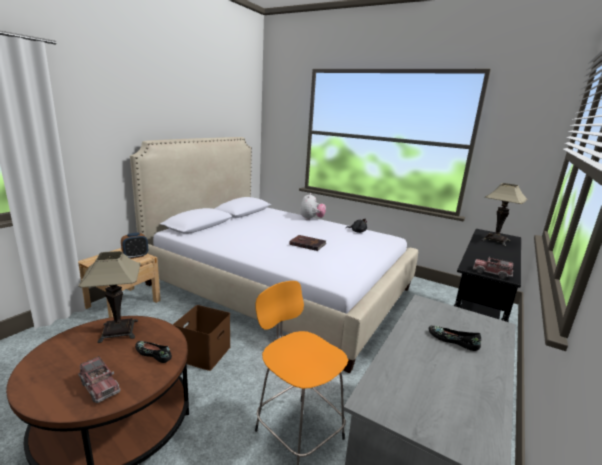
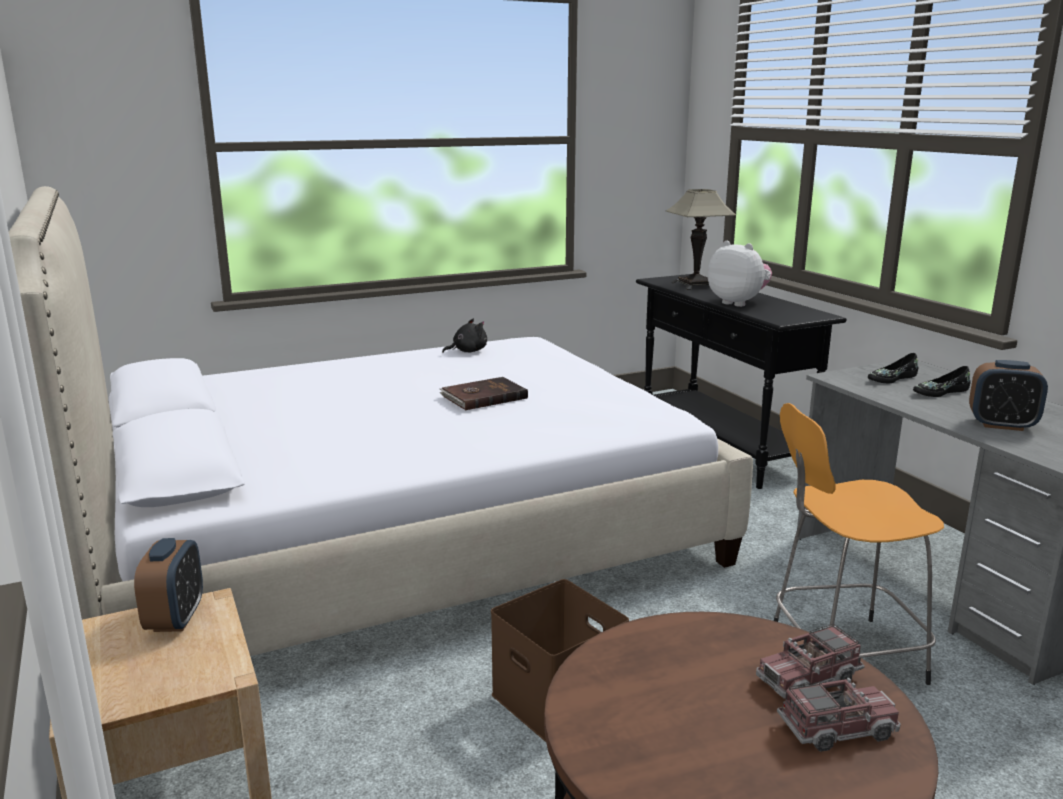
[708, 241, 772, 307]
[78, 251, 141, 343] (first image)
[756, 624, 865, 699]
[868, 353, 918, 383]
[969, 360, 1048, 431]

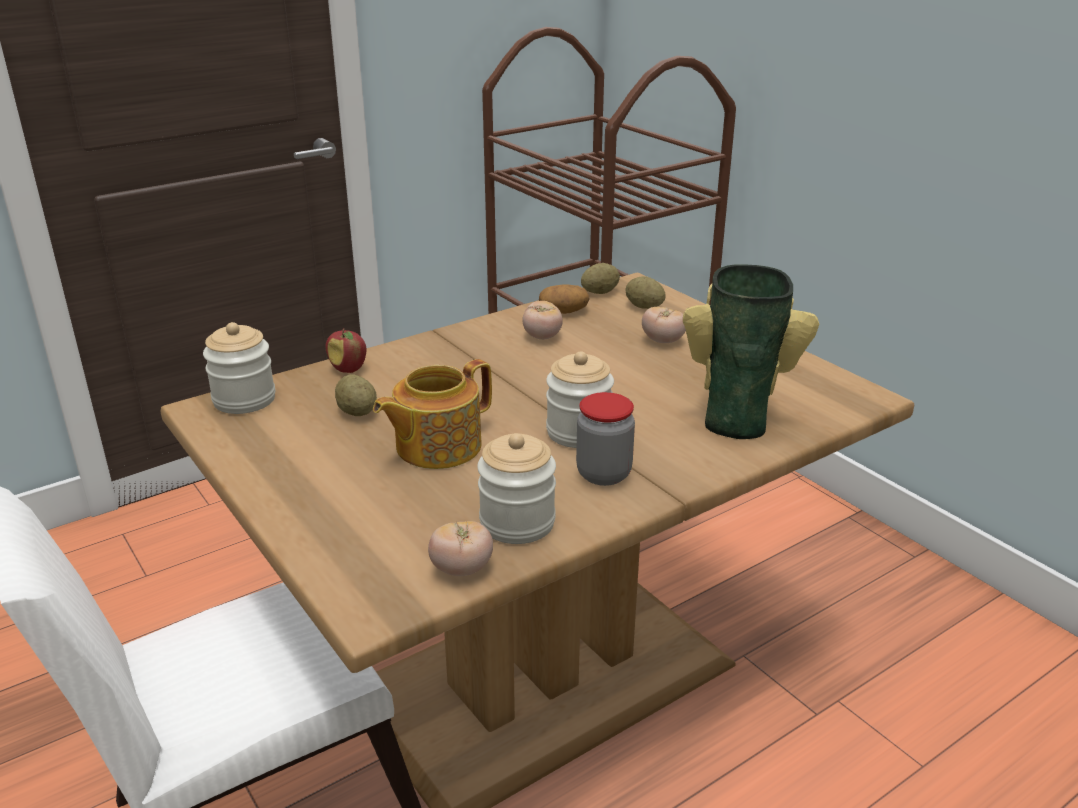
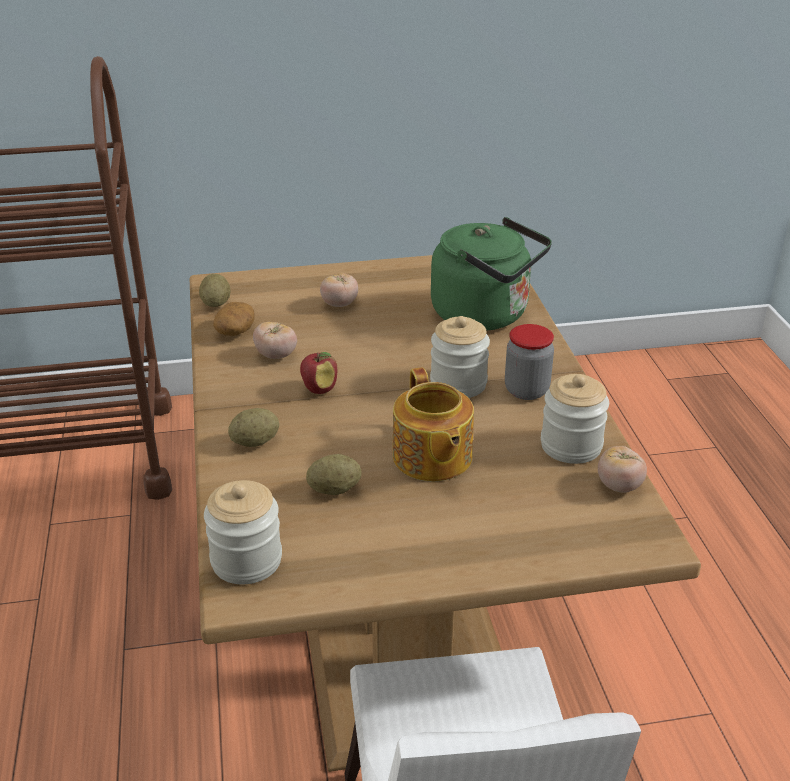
[431, 217, 552, 331]
[228, 408, 279, 447]
[300, 352, 337, 394]

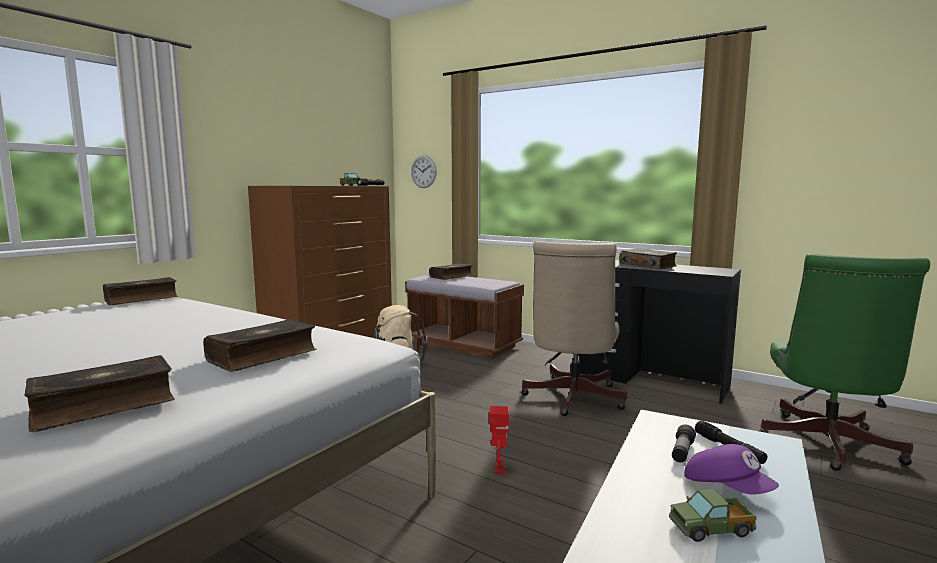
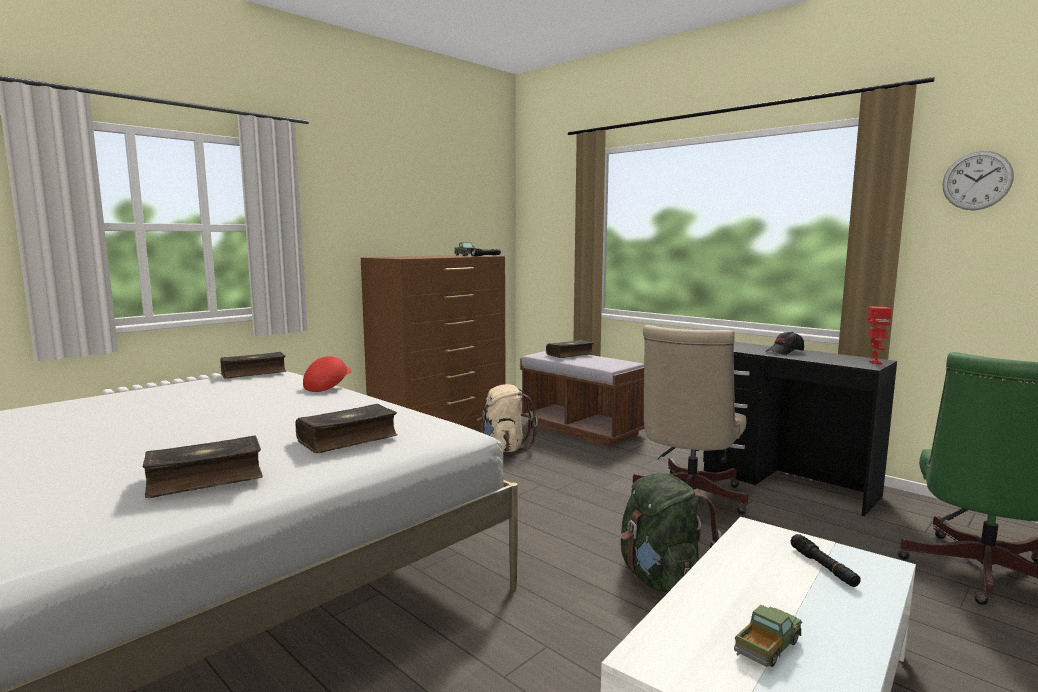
[942, 151, 1014, 210]
[766, 332, 804, 355]
[867, 306, 892, 365]
[672, 425, 696, 462] (first image)
[684, 444, 779, 495] (first image)
[734, 605, 802, 667]
[303, 355, 351, 392]
[620, 473, 721, 593]

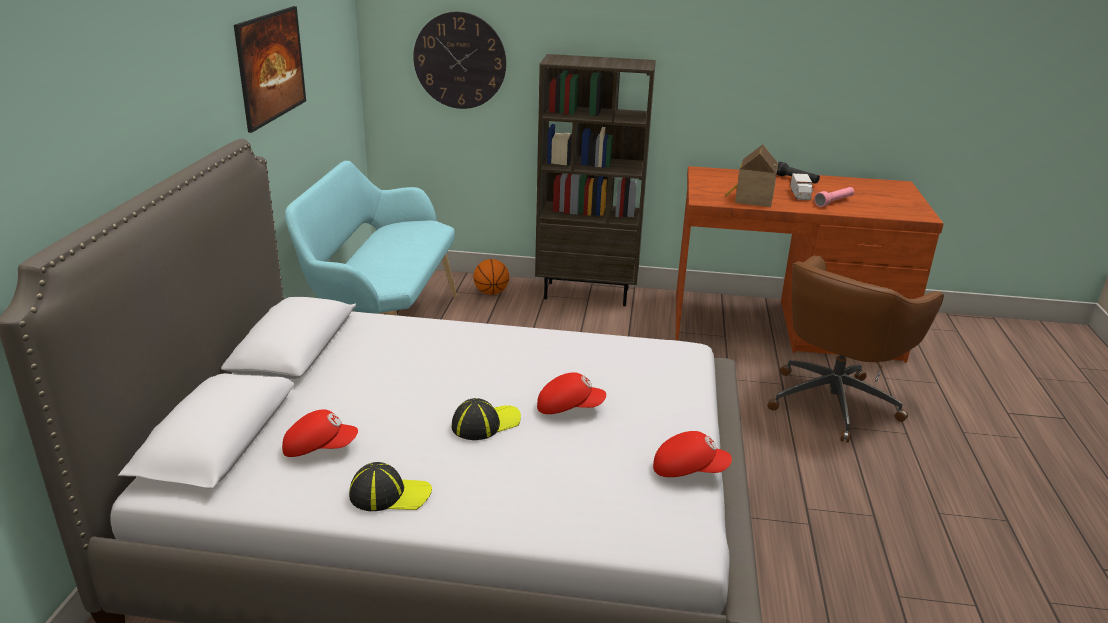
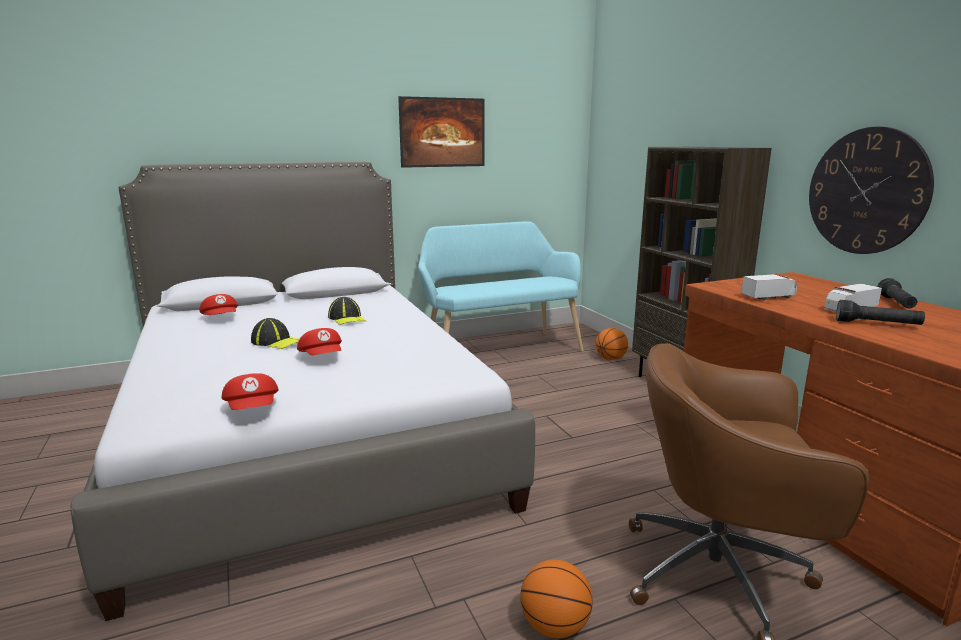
[809, 127, 934, 254]
[741, 274, 797, 300]
[836, 300, 925, 325]
[328, 297, 366, 325]
[520, 559, 593, 639]

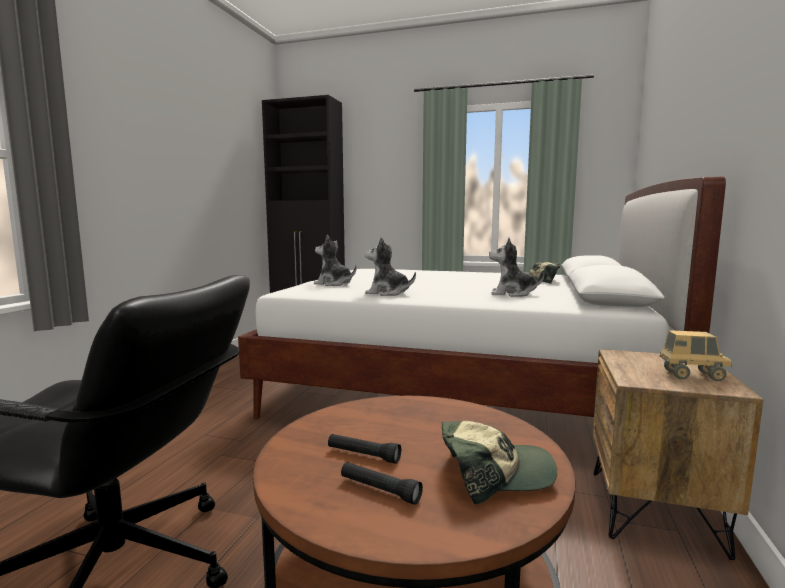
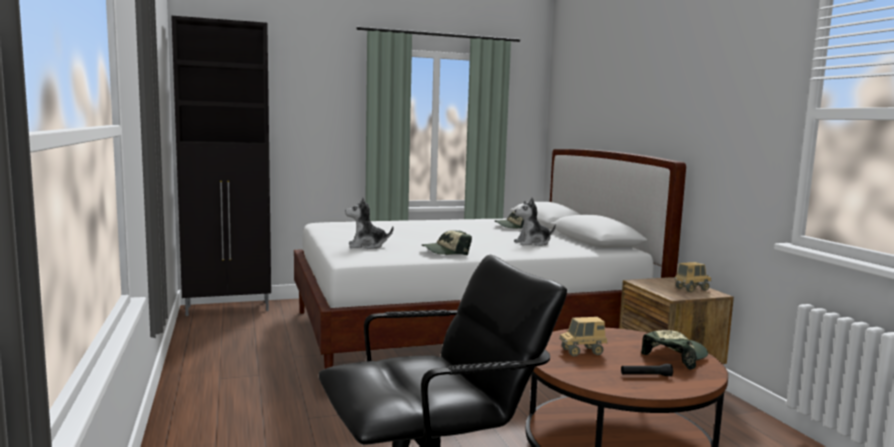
[421, 230, 472, 255]
[328, 434, 401, 464] (first image)
[559, 317, 608, 357]

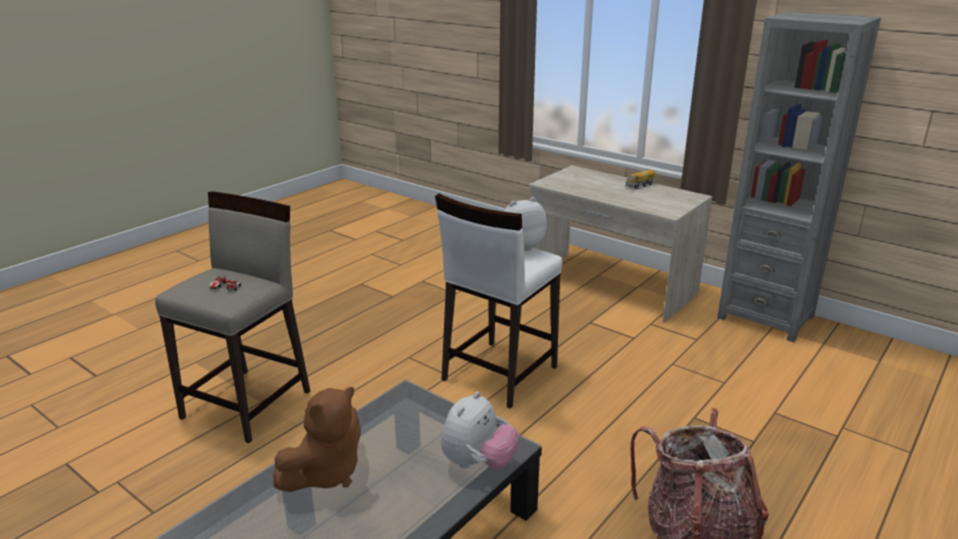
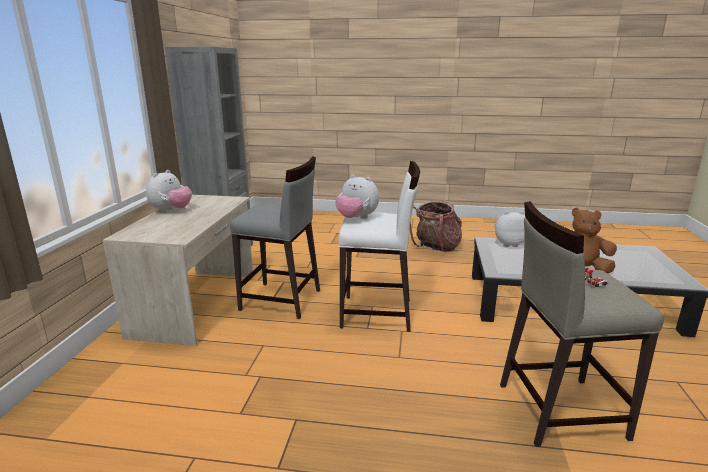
[146, 170, 192, 213]
[230, 156, 320, 319]

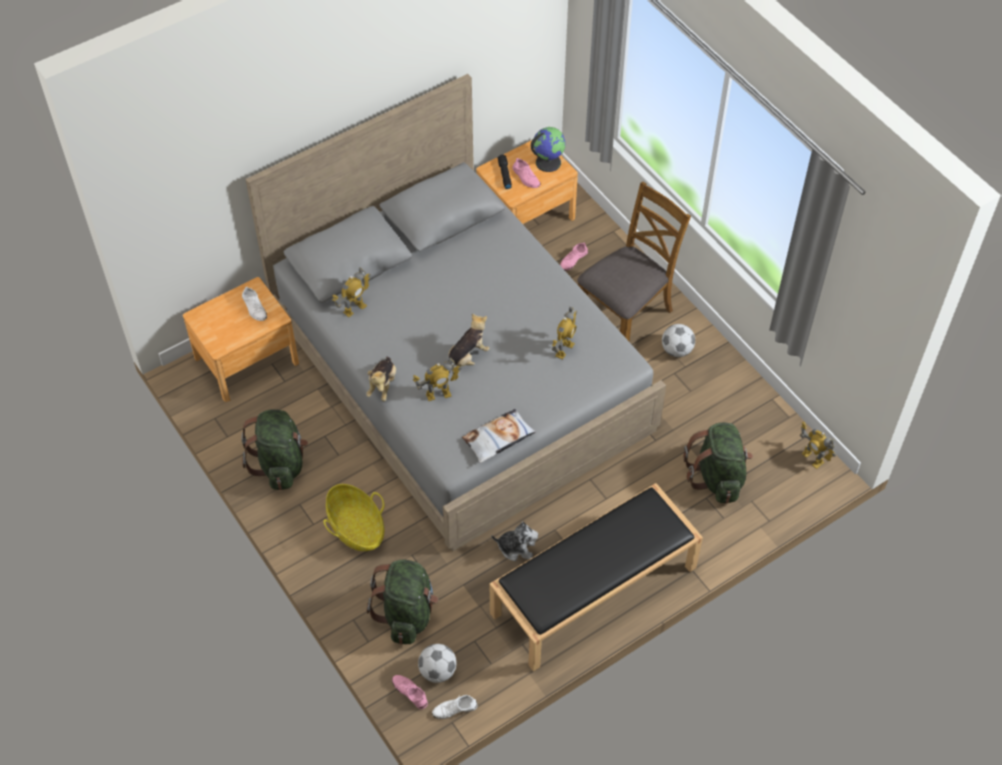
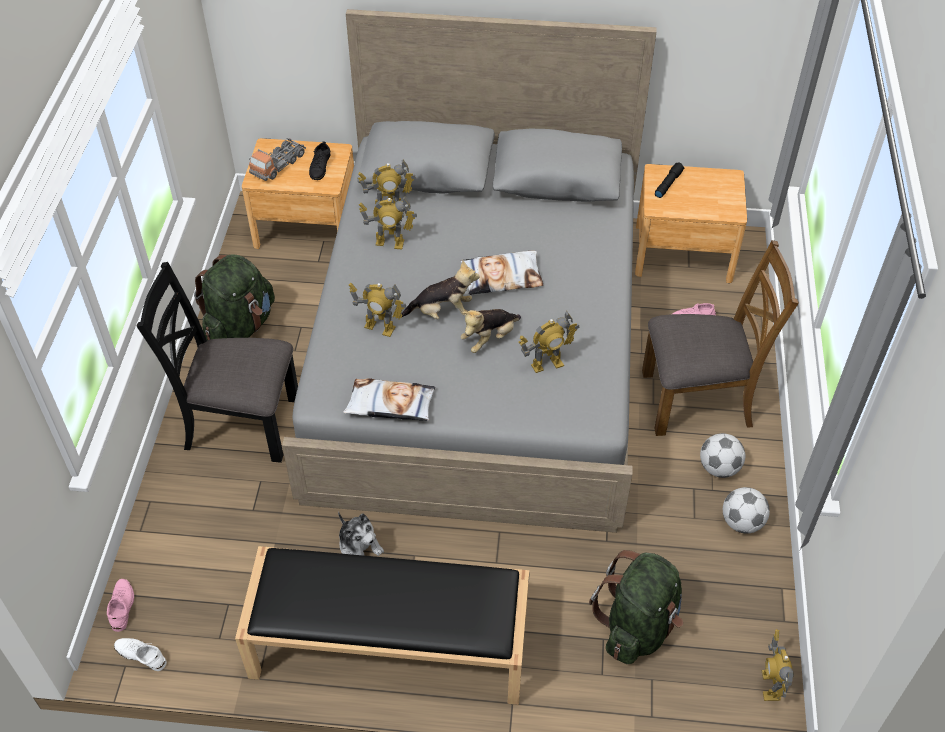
[531, 127, 566, 172] (first image)
[512, 158, 540, 188] (first image)
[309, 141, 330, 180]
[461, 309, 521, 353]
[136, 262, 298, 463]
[367, 559, 438, 644] (first image)
[723, 487, 770, 534]
[249, 138, 306, 181]
[359, 196, 417, 250]
[460, 251, 544, 295]

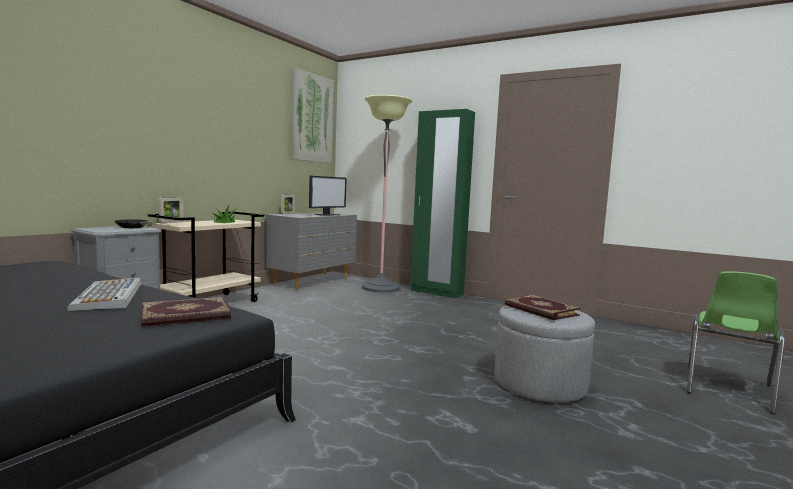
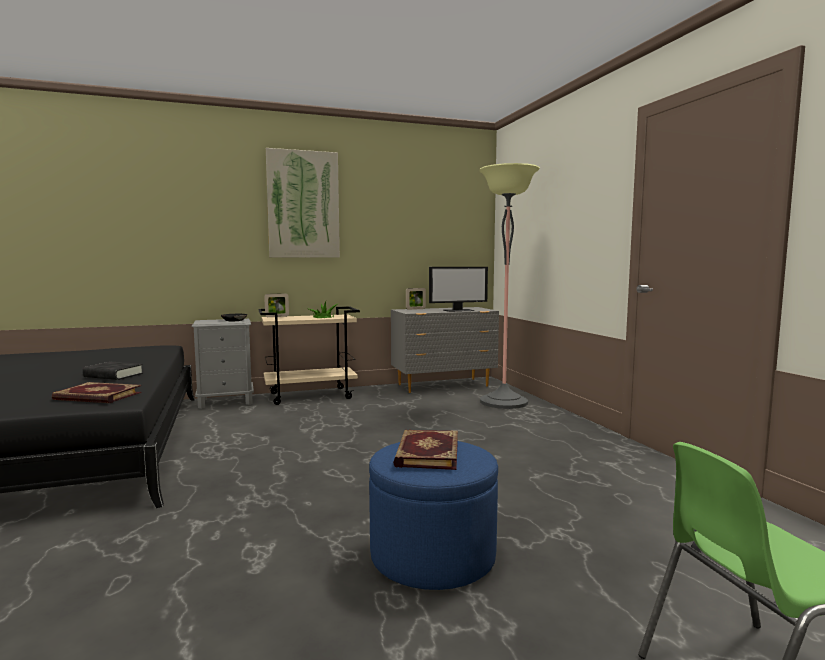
[266, 148, 340, 258]
[411, 109, 475, 298] (first image)
[83, 362, 143, 380]
[369, 441, 498, 590]

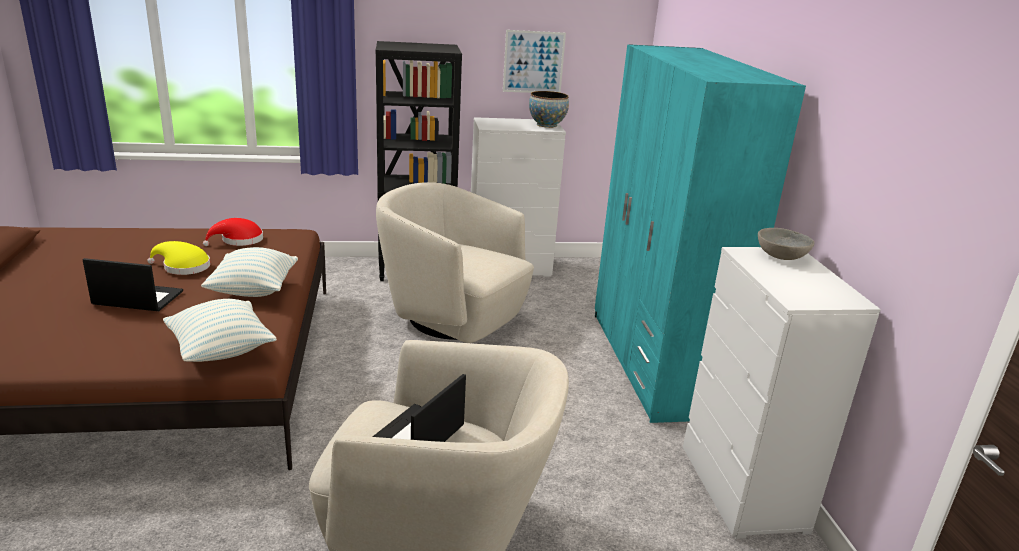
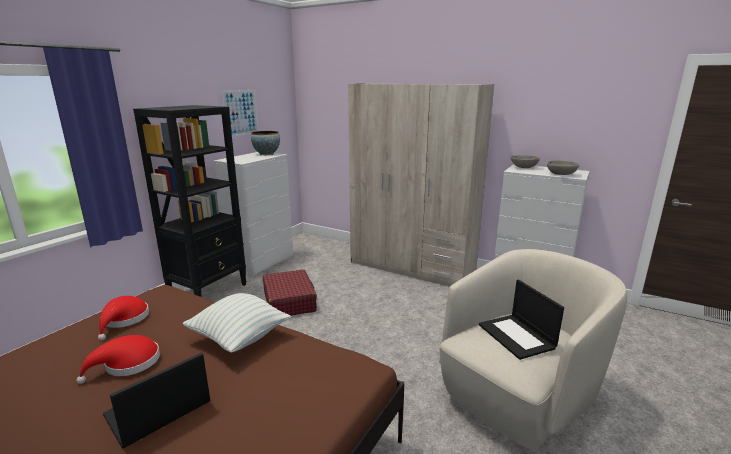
[348, 84, 494, 287]
[263, 269, 317, 316]
[76, 335, 160, 384]
[163, 299, 277, 362] (first image)
[547, 160, 579, 175]

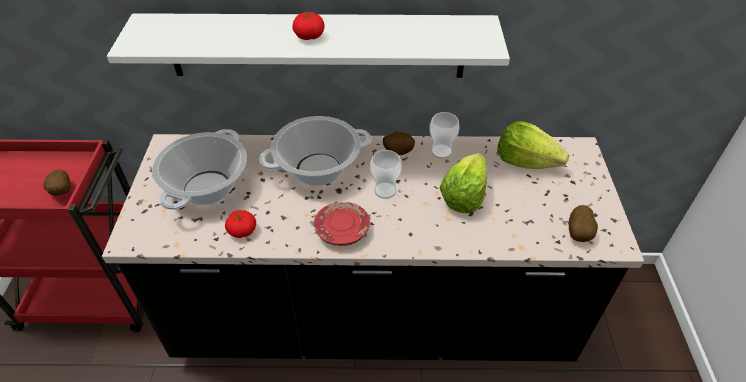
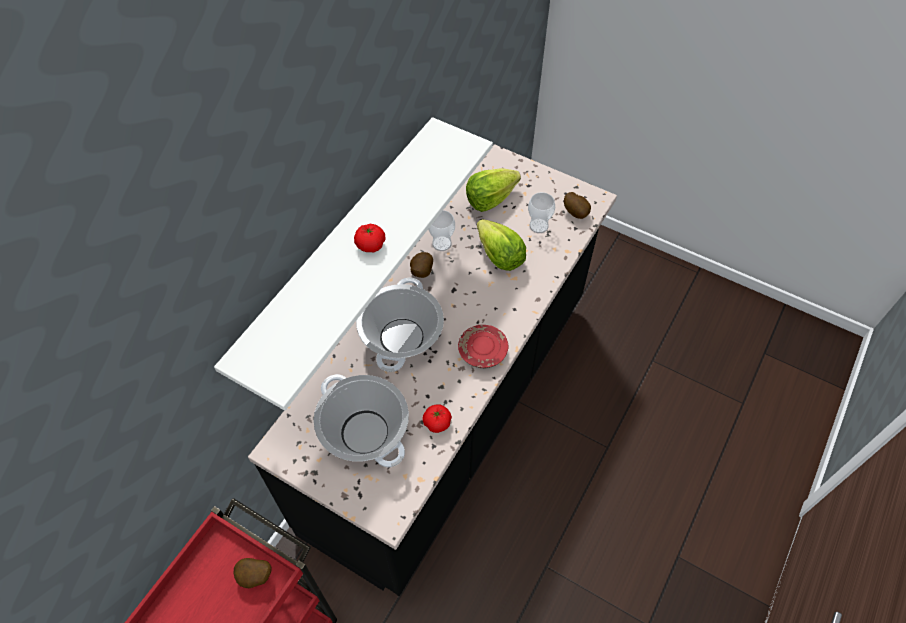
[528, 192, 555, 233]

